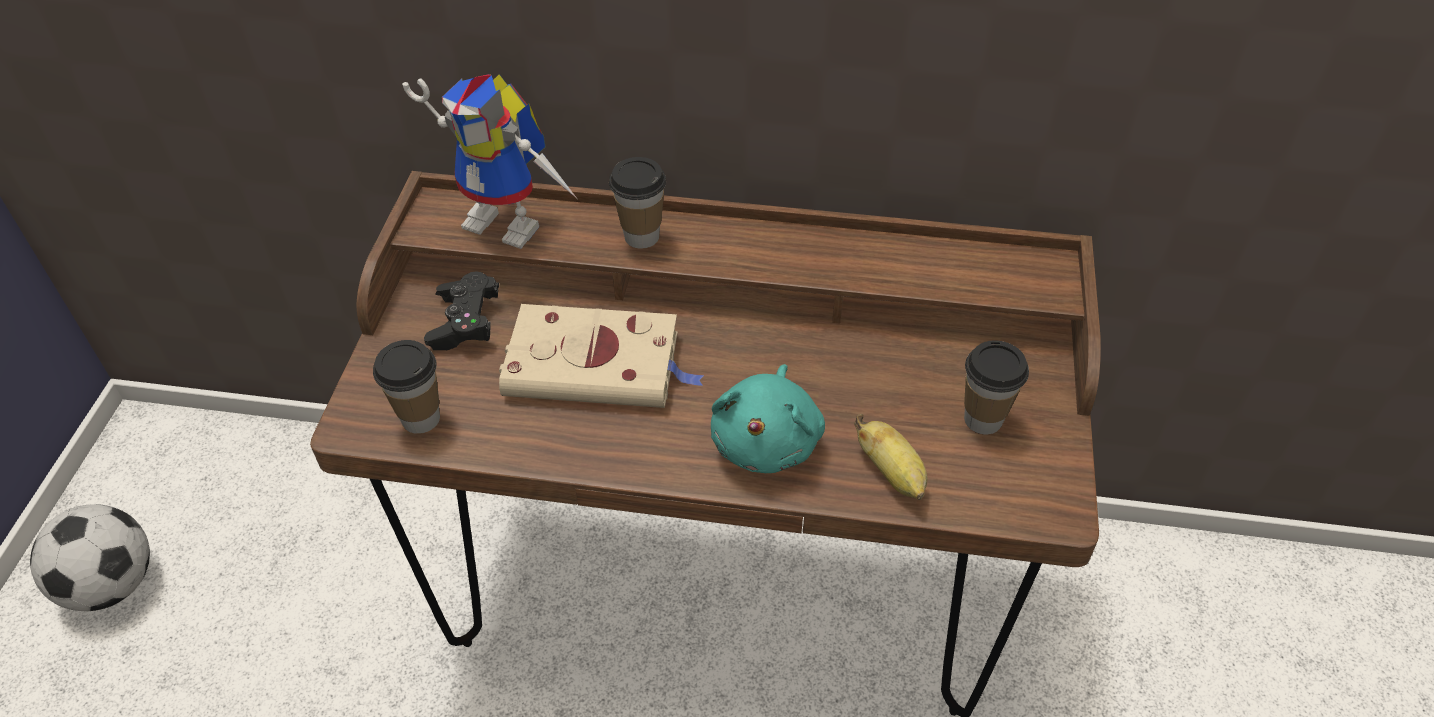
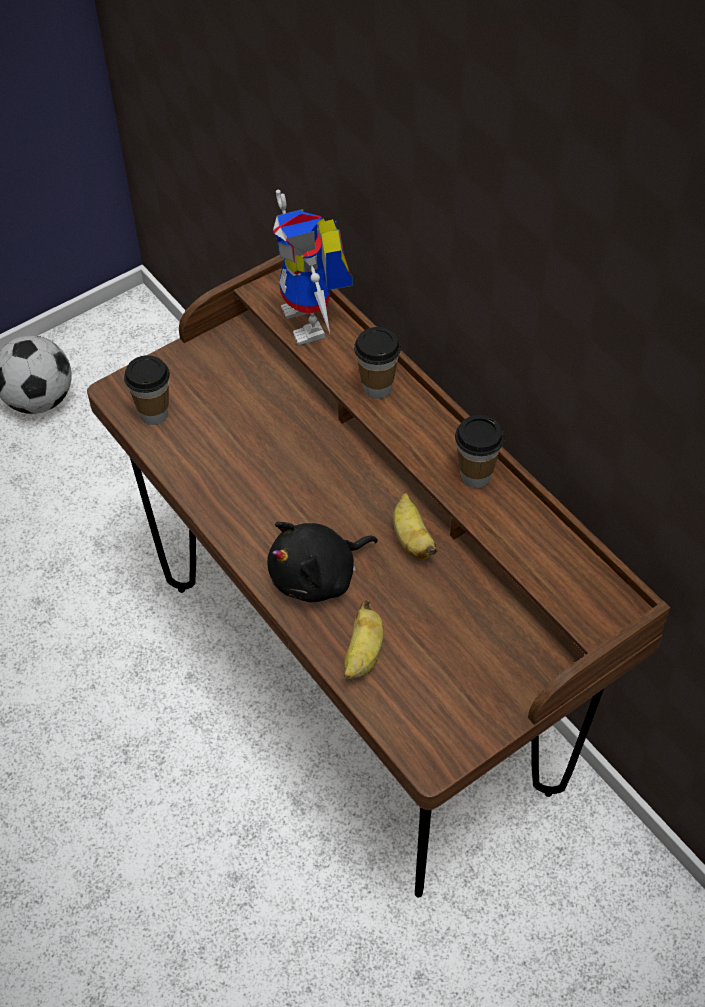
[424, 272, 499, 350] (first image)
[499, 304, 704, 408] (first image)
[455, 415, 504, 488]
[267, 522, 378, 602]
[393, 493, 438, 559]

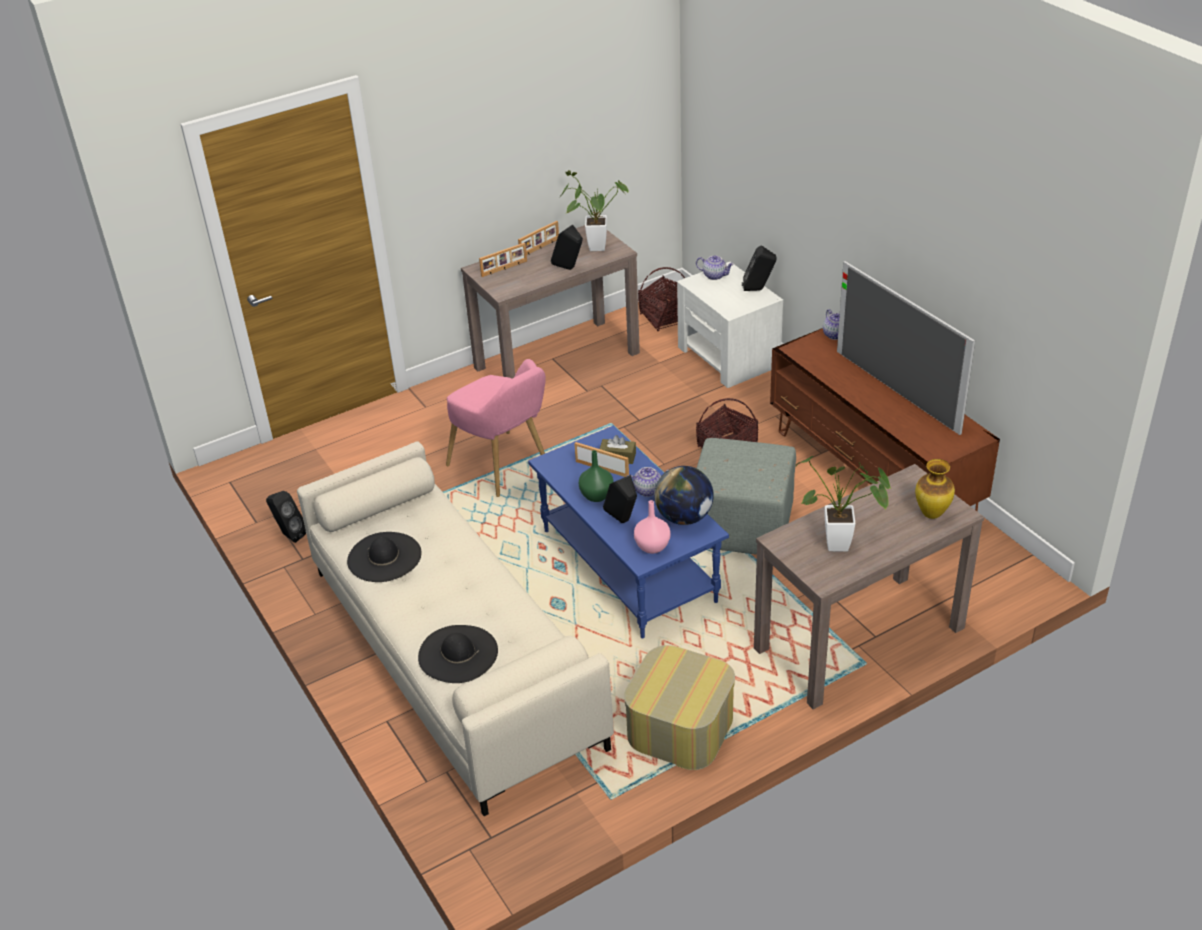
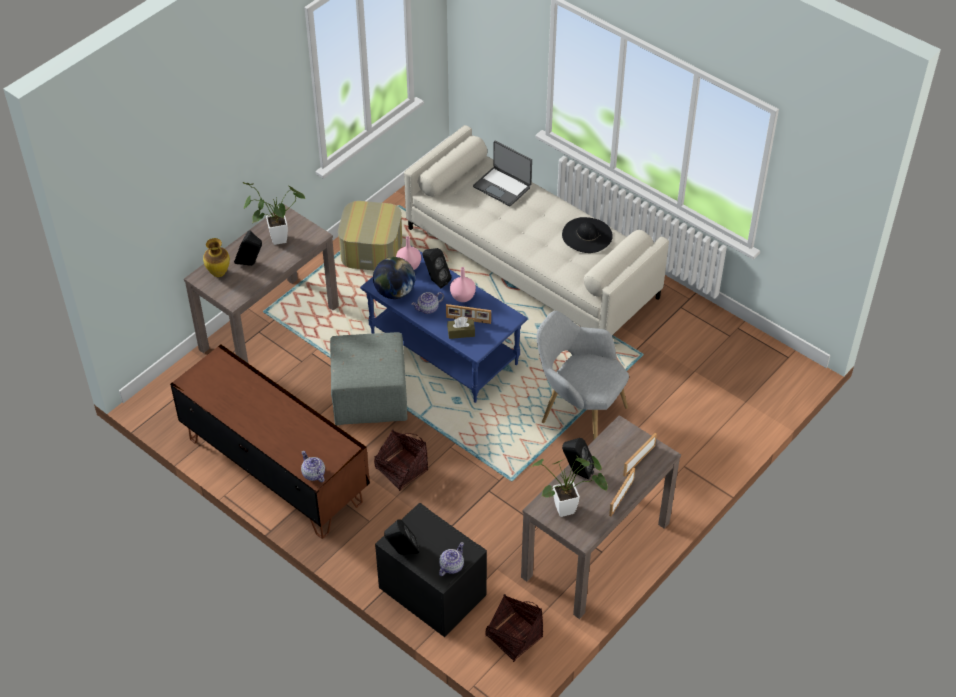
[439, 542, 464, 576]
[837, 261, 975, 435] (first image)
[375, 503, 487, 637]
[536, 311, 629, 440]
[450, 267, 476, 302]
[234, 230, 262, 266]
[473, 141, 532, 206]

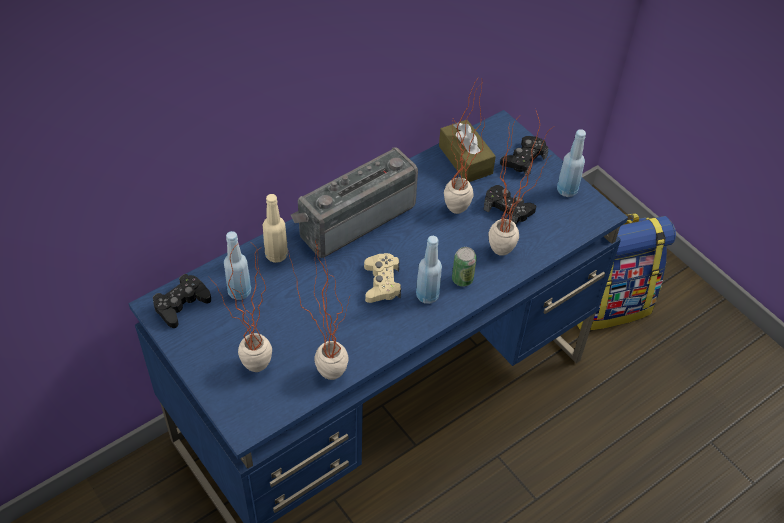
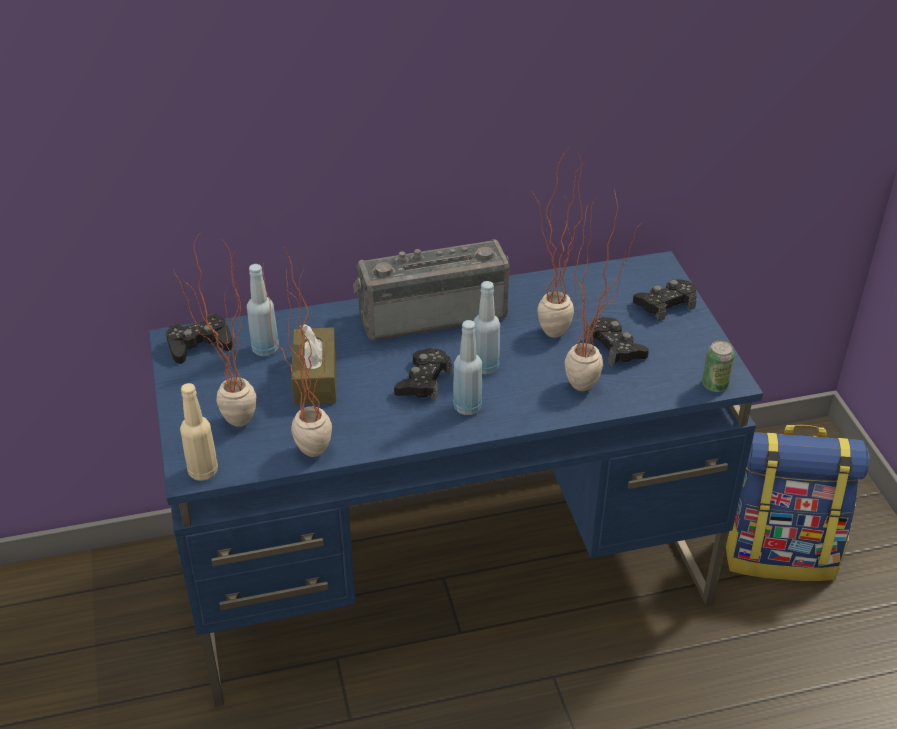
[291, 324, 336, 405]
[473, 281, 500, 375]
[180, 383, 218, 481]
[702, 340, 735, 392]
[394, 348, 452, 401]

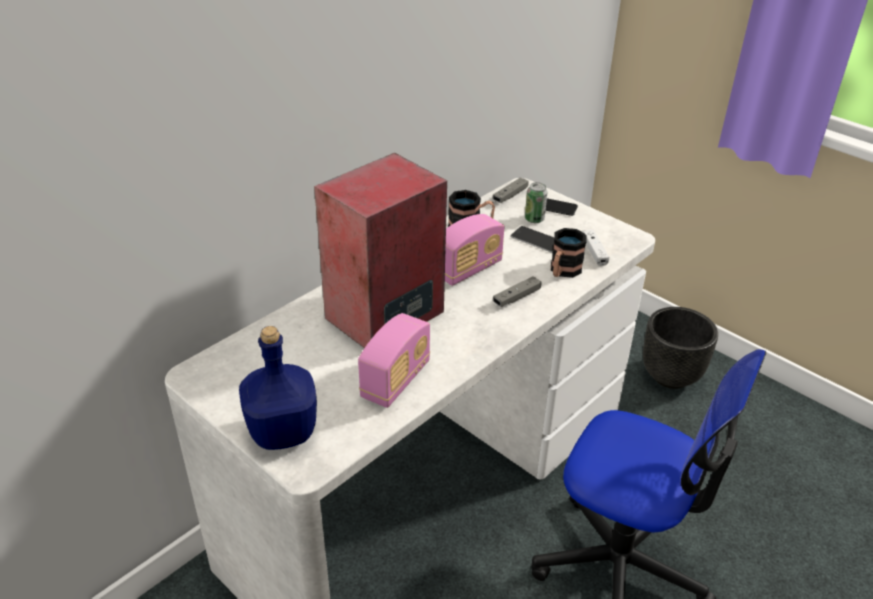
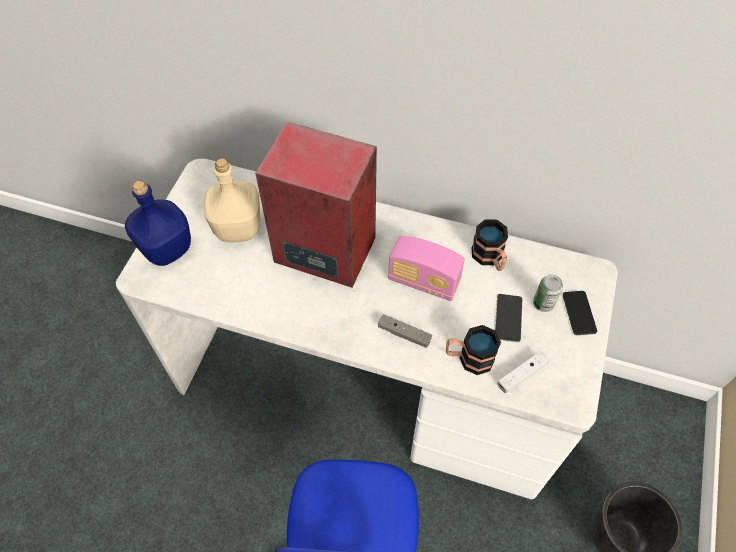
[493, 177, 529, 203] (first image)
[358, 313, 430, 408] (first image)
[204, 158, 260, 242]

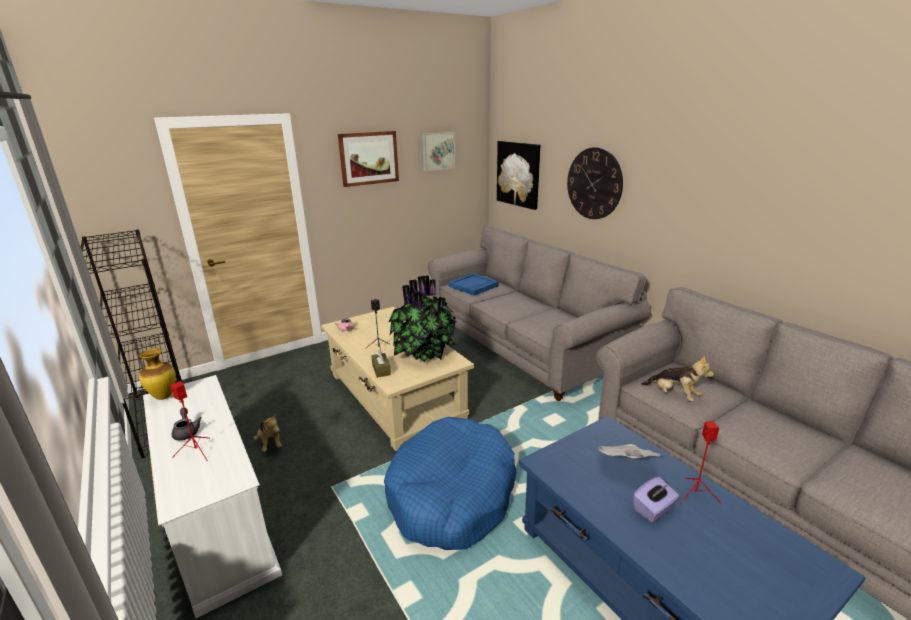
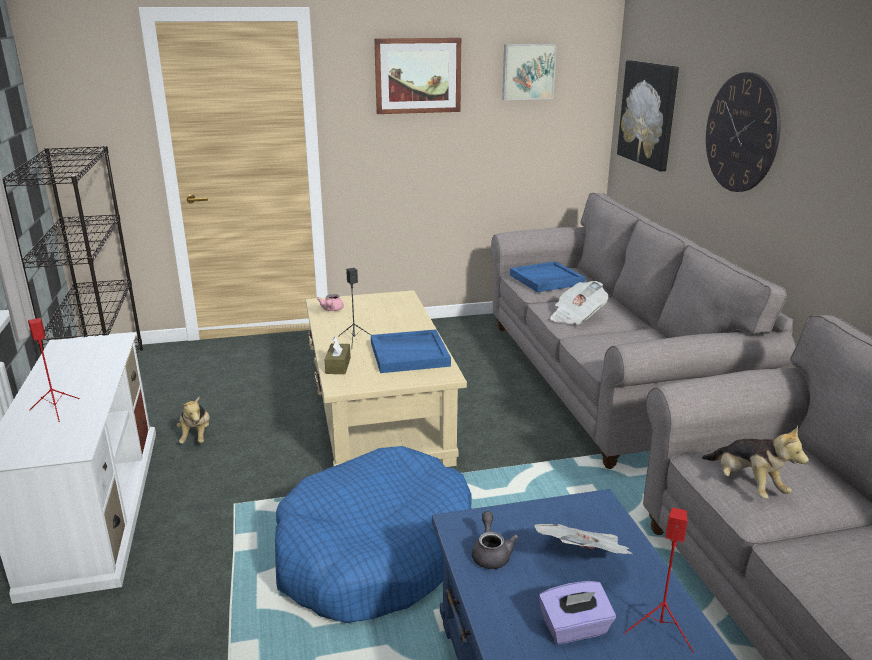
[371, 329, 451, 373]
[139, 348, 176, 400] (first image)
[472, 511, 519, 569]
[550, 281, 608, 325]

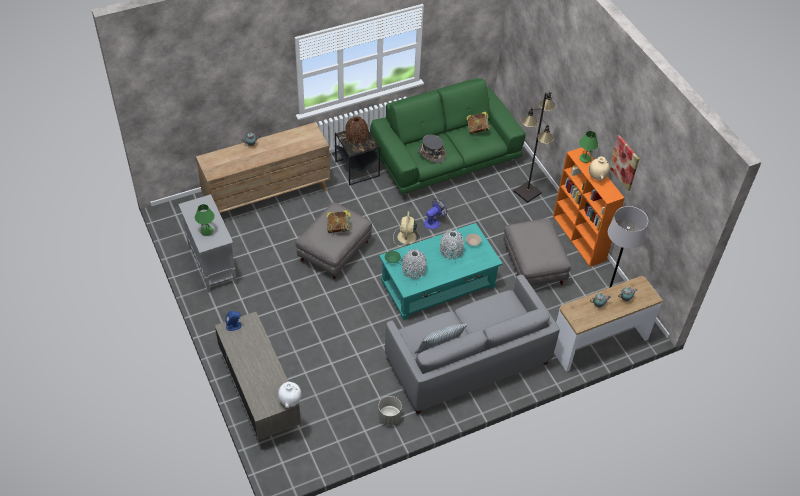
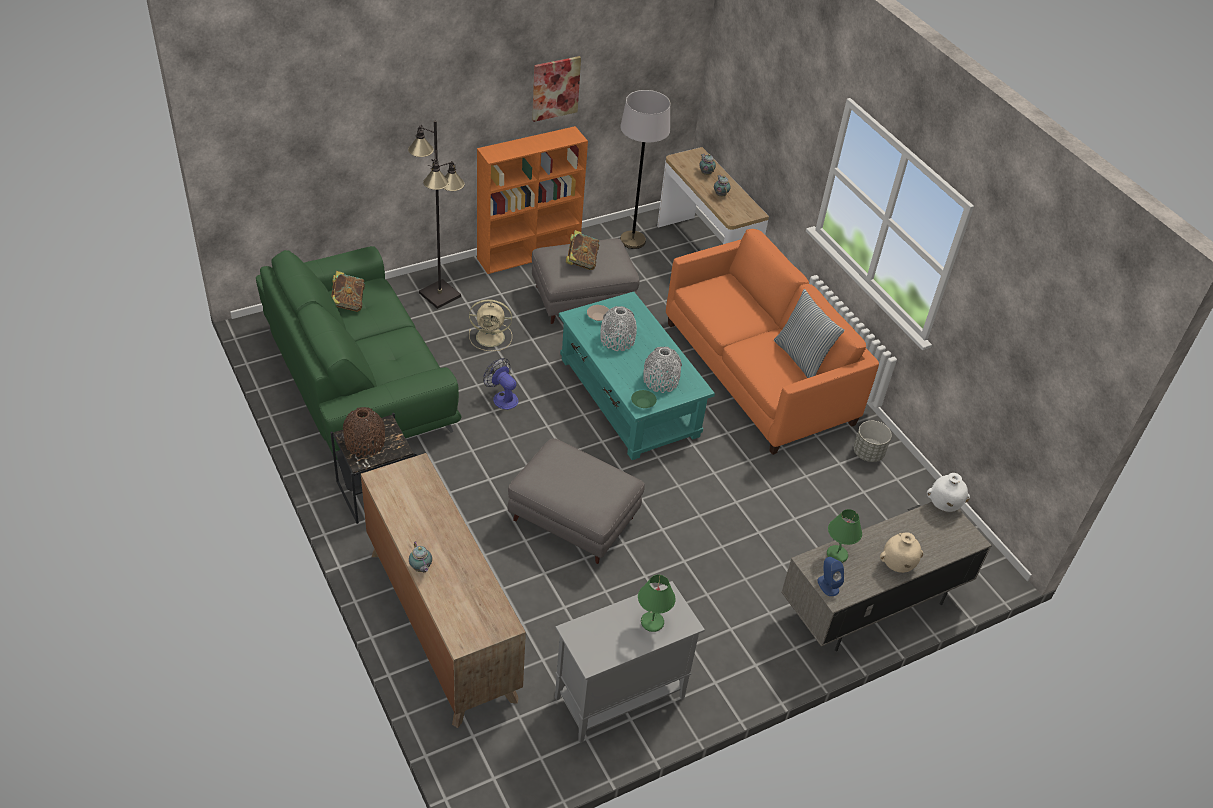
[827, 509, 862, 563]
[418, 135, 446, 163] (first image)
[880, 532, 923, 573]
[565, 230, 599, 270]
[469, 299, 512, 351]
[666, 229, 879, 455]

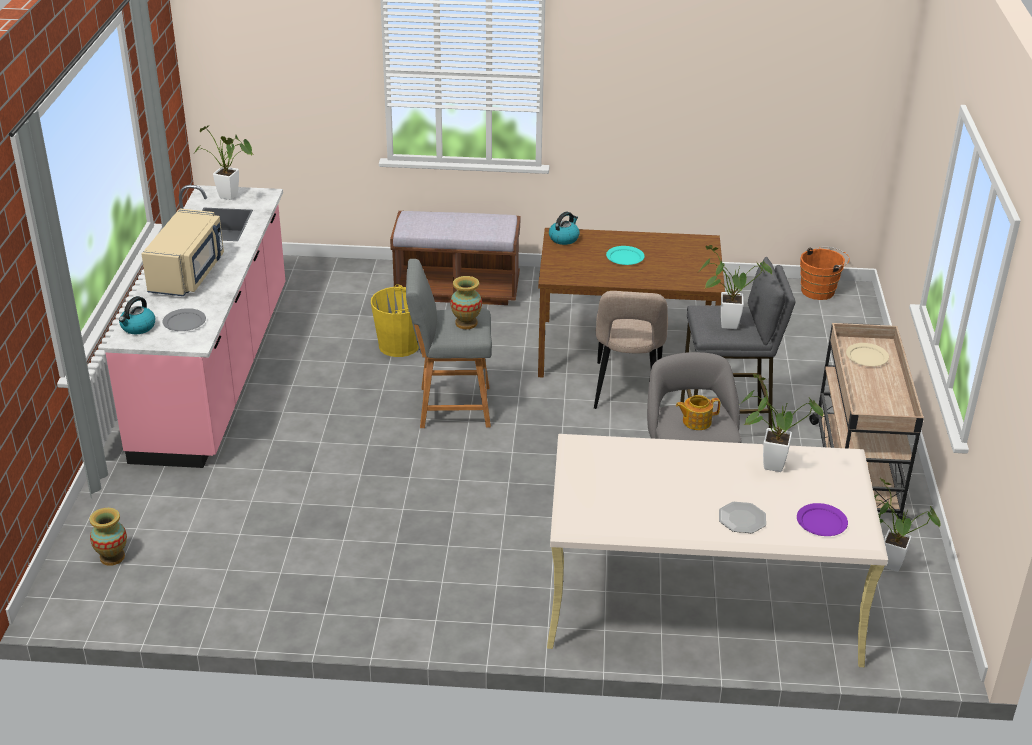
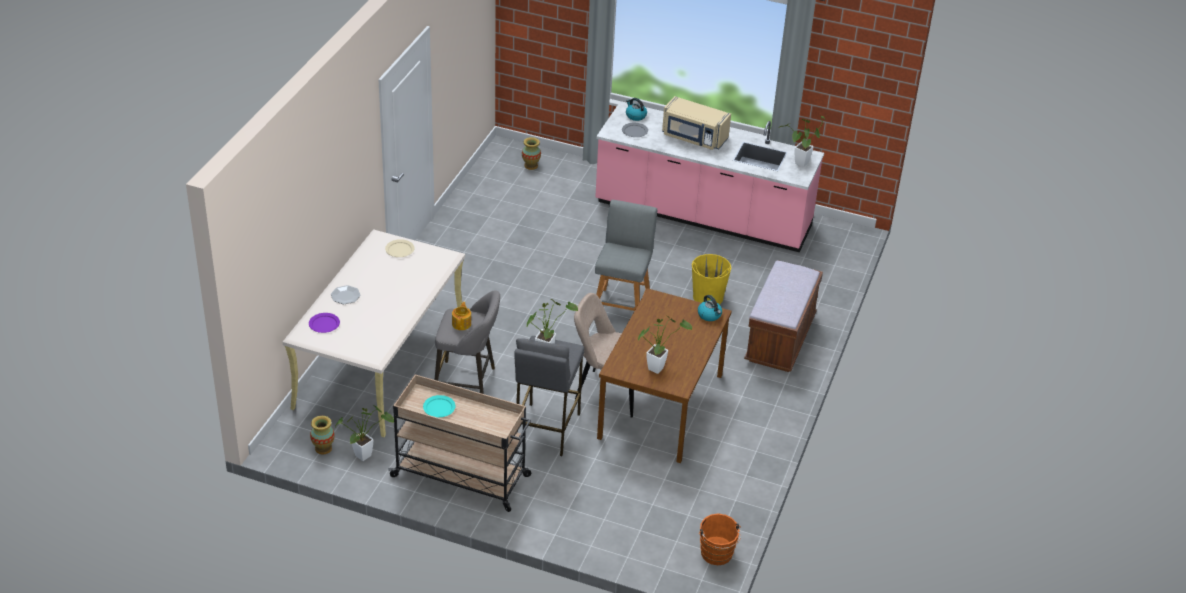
[423, 395, 455, 417]
[310, 416, 335, 454]
[385, 239, 415, 257]
[638, 315, 692, 374]

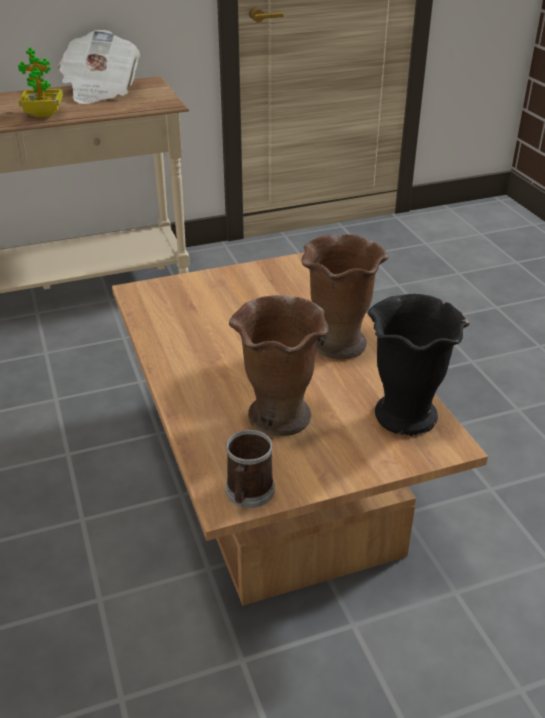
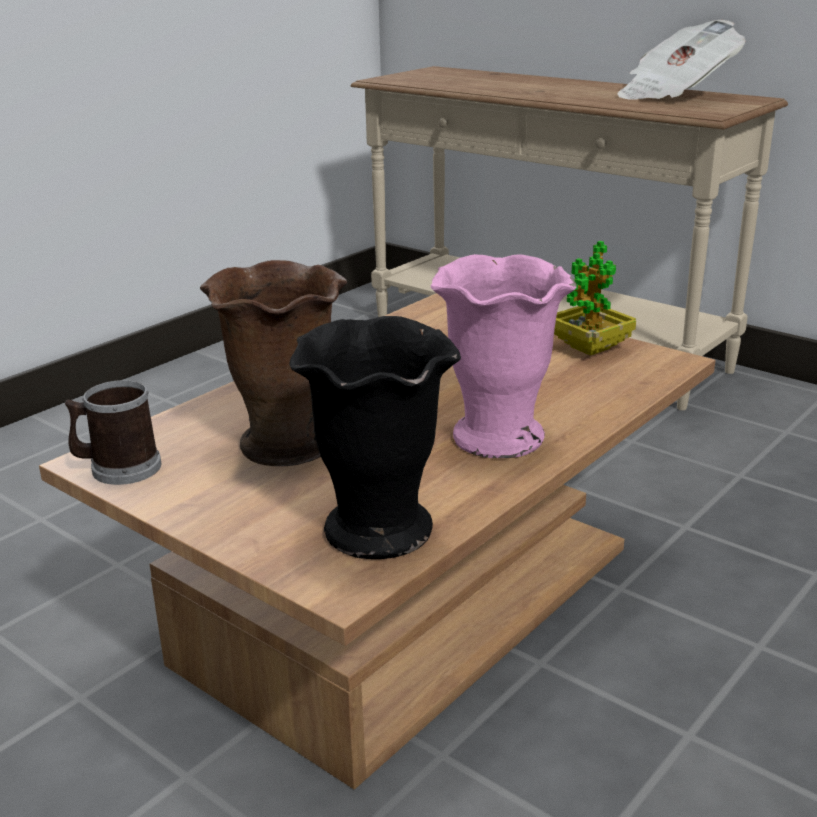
[554, 241, 636, 356]
[431, 254, 577, 458]

